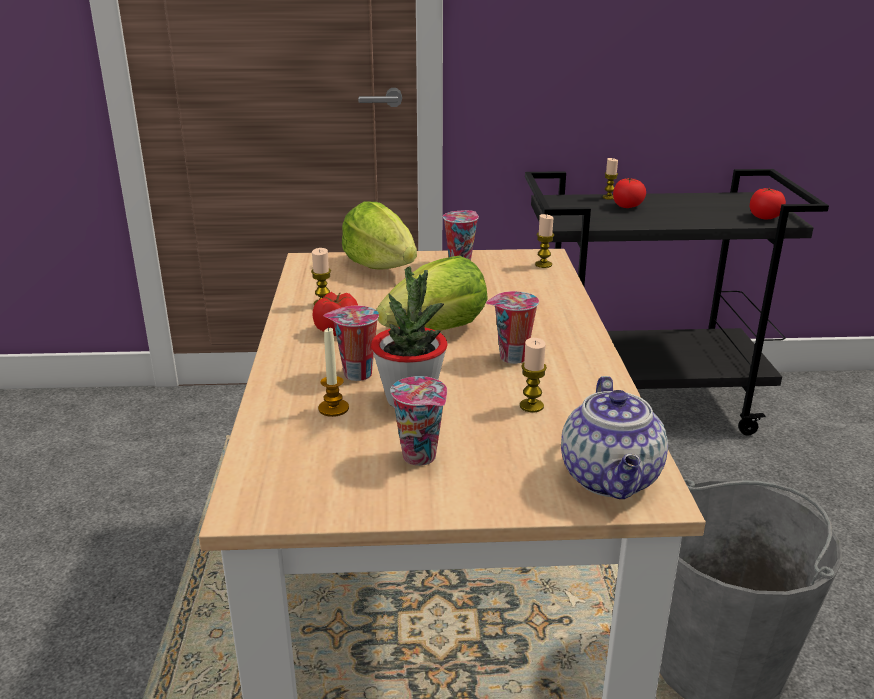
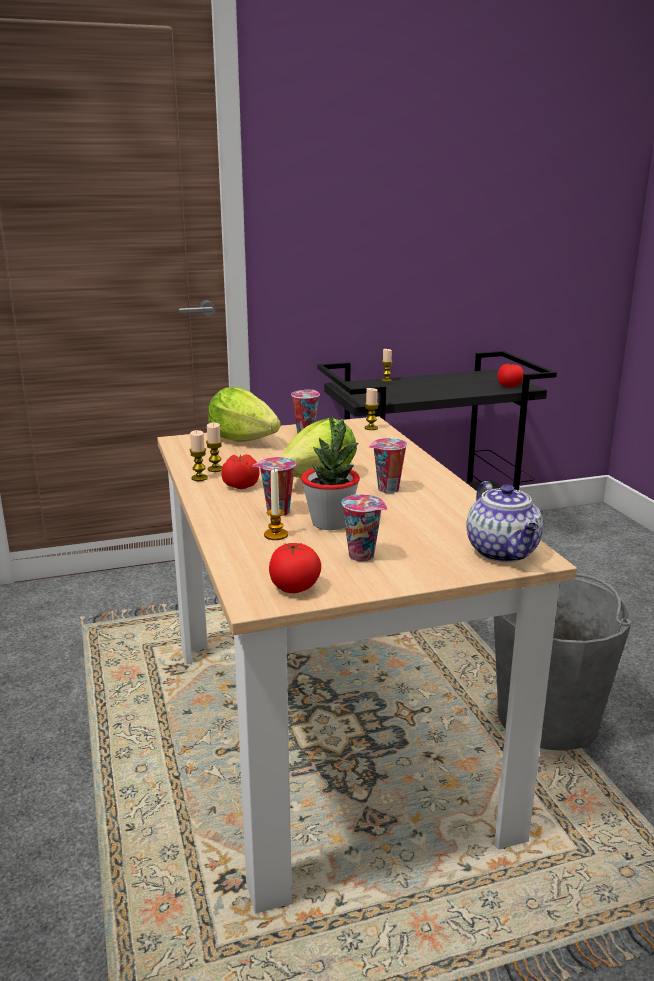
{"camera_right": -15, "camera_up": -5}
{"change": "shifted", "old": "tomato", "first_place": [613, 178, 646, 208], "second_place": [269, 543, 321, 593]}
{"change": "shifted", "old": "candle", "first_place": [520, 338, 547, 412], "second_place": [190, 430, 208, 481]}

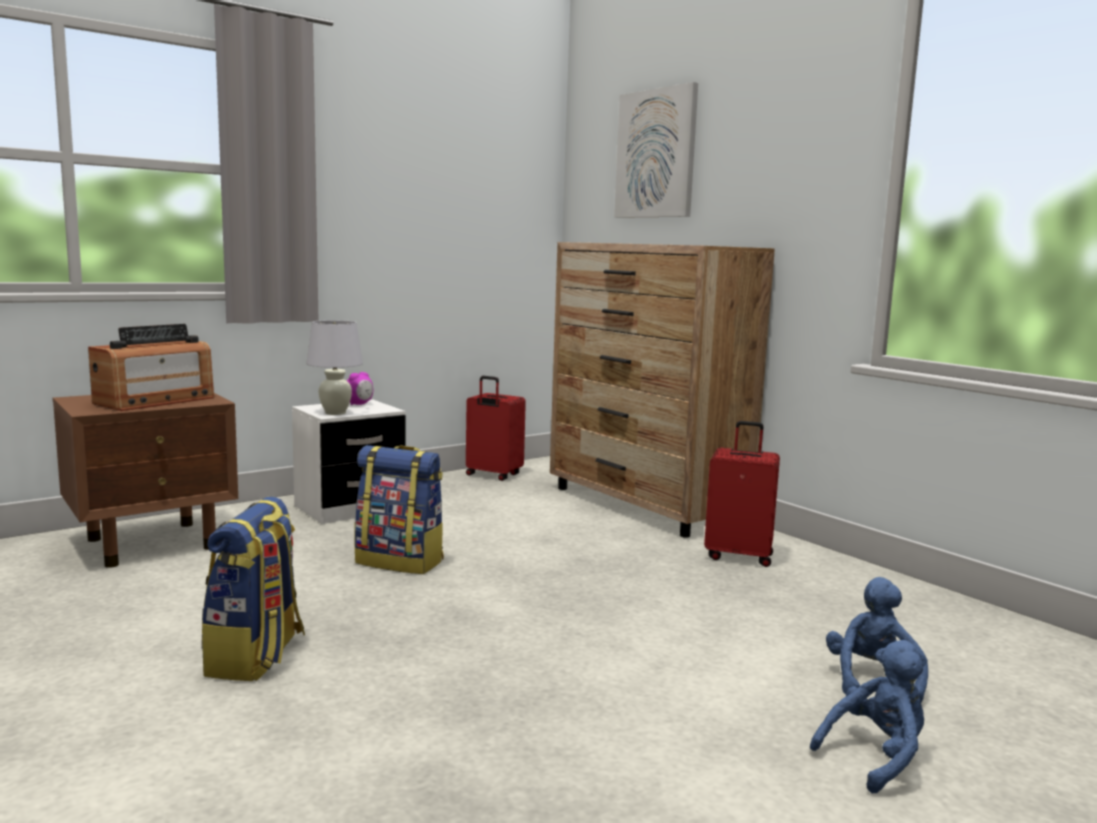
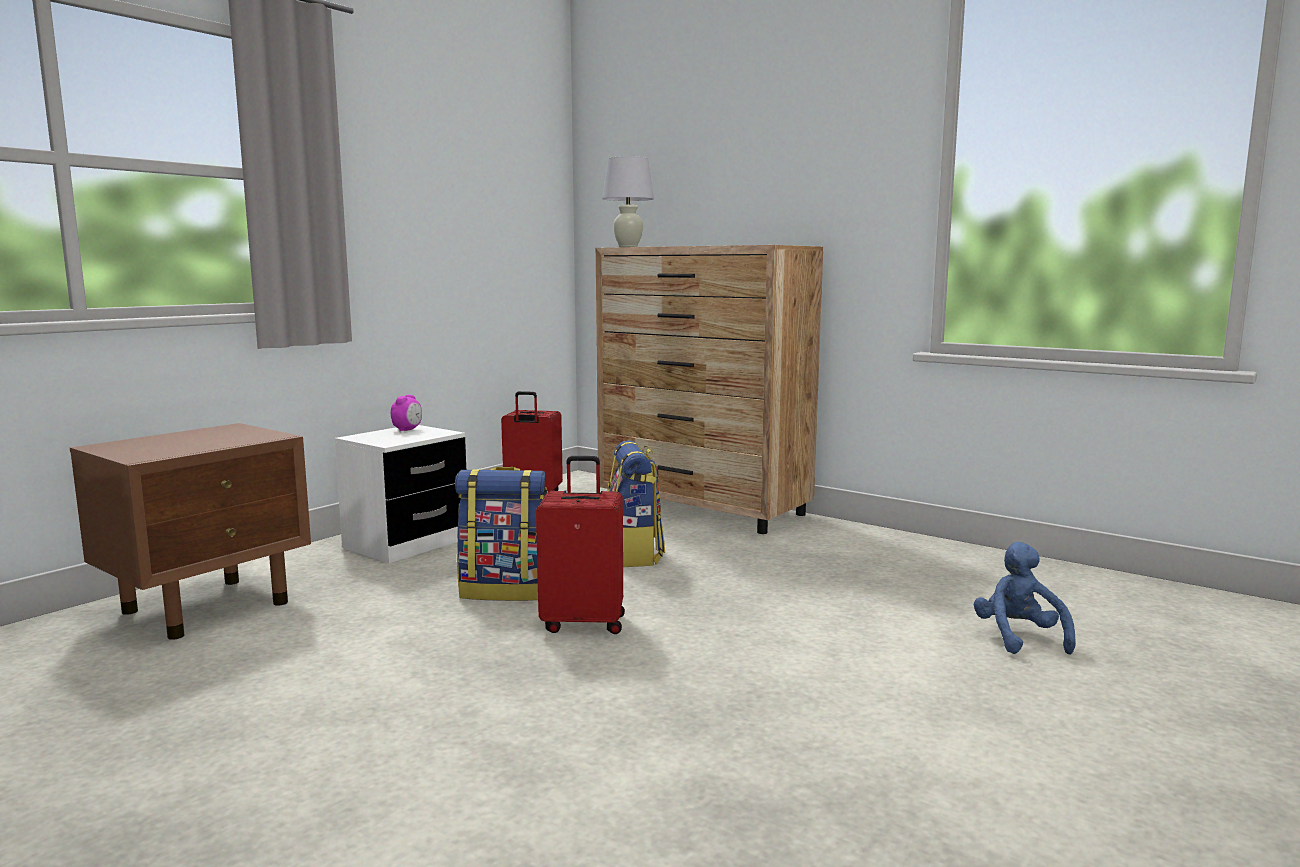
{"camera_right": -15, "camera_up": 0}
{"change": "gone", "old": "wall_art", "first_place": [614, 82, 698, 218]}
{"change": "shifted", "old": "whitish_table_lamp", "first_place": [306, 320, 363, 415], "second_place": [602, 156, 654, 247]}
{"change": "gone", "old": "radio_set", "first_place": [88, 324, 214, 411]}
{"change": "shifted", "old": "reddish_suitcase", "first_place": [704, 421, 780, 567], "second_place": [536, 456, 625, 634]}
{"change": "shifted", "old": "knapsack", "first_place": [201, 497, 305, 681], "second_place": [608, 440, 665, 567]}
{"change": "gone", "old": "bluish_plush_toy", "first_place": [810, 640, 928, 793]}

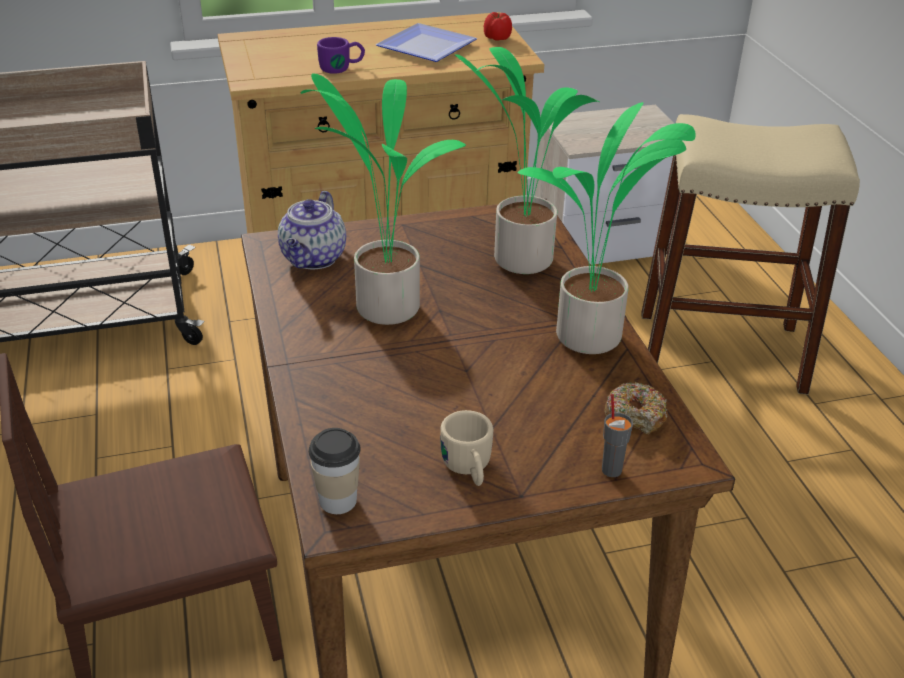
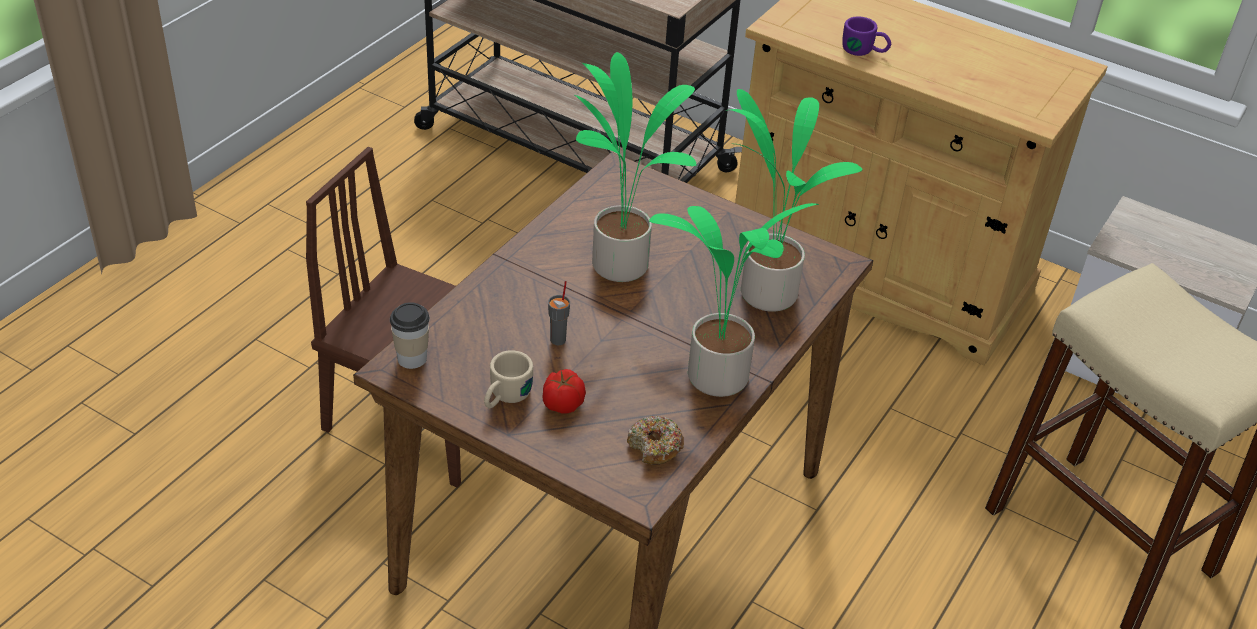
{"camera_right": 45, "camera_up": 5}
{"change": "shifted", "old": "tomato", "first_place": [484, 12, 512, 41], "second_place": [542, 369, 586, 414]}
{"change": "gone", "old": "flat_dish", "first_place": [376, 23, 477, 62]}
{"change": "gone", "old": "tea_pot", "first_place": [278, 191, 346, 269]}
{"change": "shifted", "old": "greyish_drinking_cup", "first_place": [602, 394, 633, 477], "second_place": [548, 281, 570, 345]}

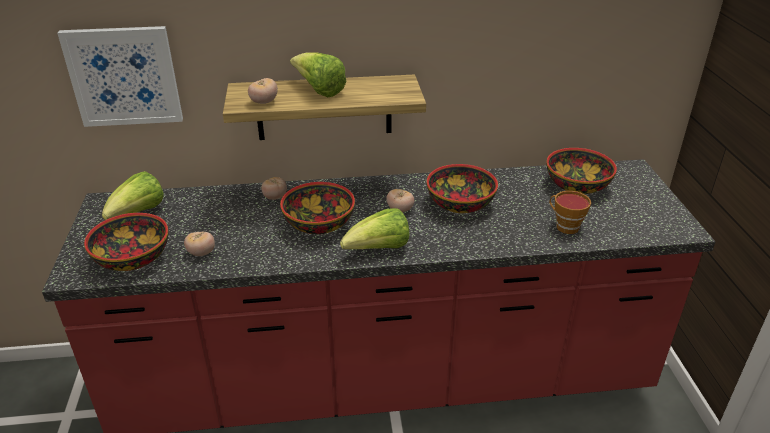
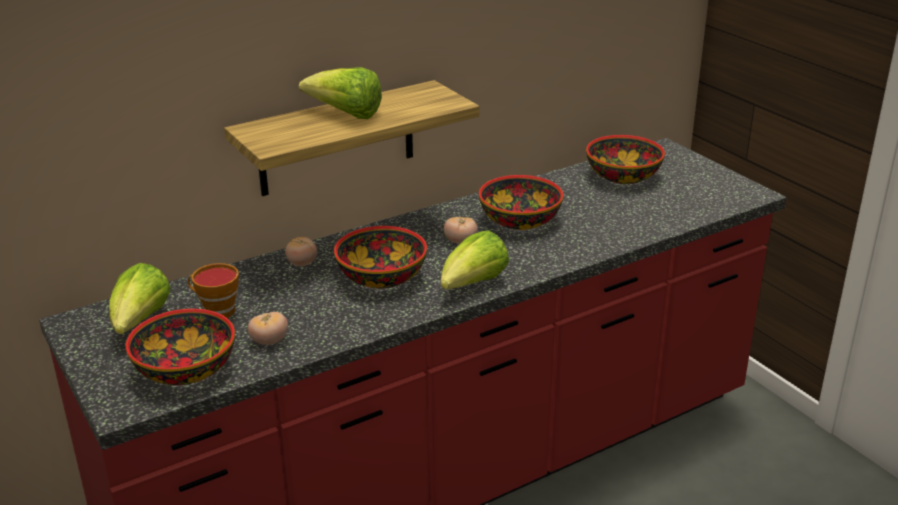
{"camera_right": -25, "camera_up": -5}
{"change": "gone", "old": "wall_art", "first_place": [57, 26, 183, 127]}
{"change": "gone", "old": "tomato", "first_place": [248, 78, 278, 104]}
{"change": "shifted", "old": "drinking_cup", "first_place": [549, 191, 591, 234], "second_place": [188, 263, 239, 318]}

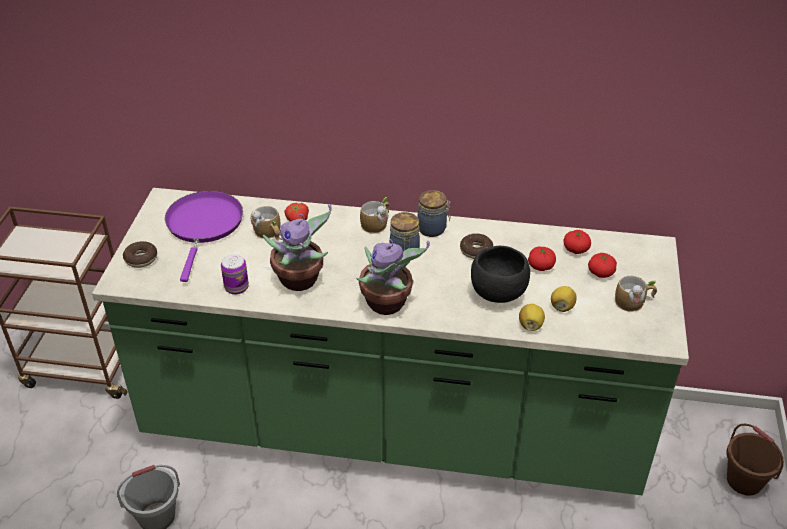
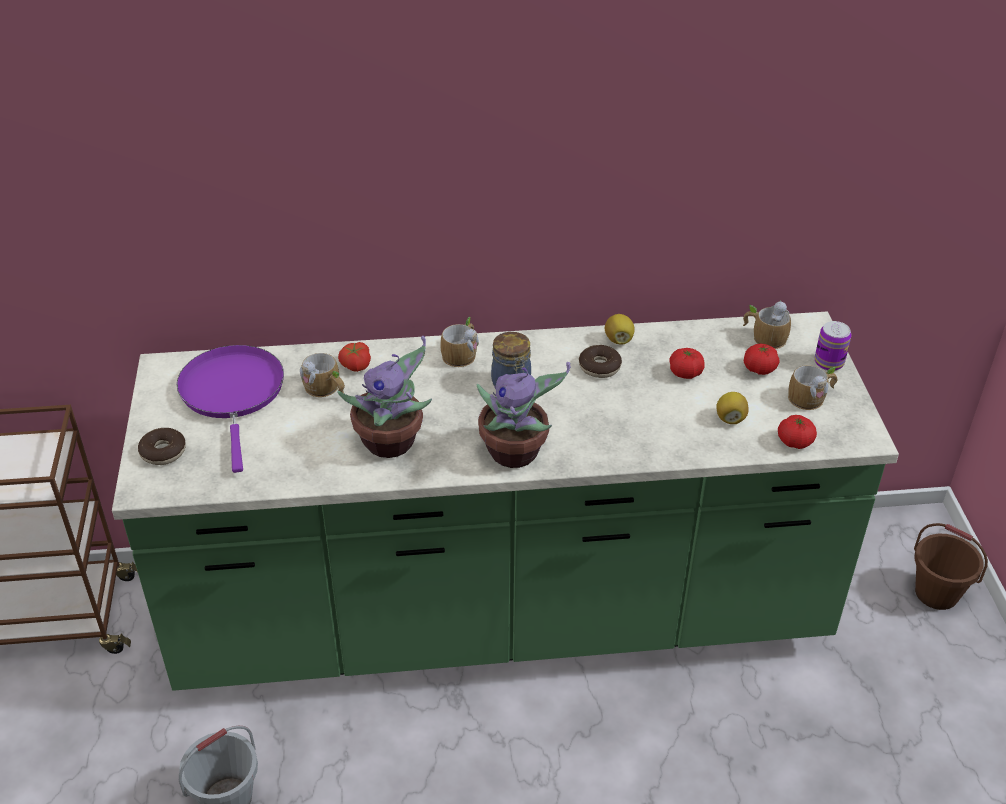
{"camera_right": -15, "camera_up": 0}
{"change": "gone", "old": "jar", "first_place": [417, 190, 450, 237]}
{"change": "shifted", "old": "tomato", "first_place": [563, 230, 591, 254], "second_place": [778, 415, 817, 449]}
{"change": "gone", "old": "black_serving_bowl", "first_place": [471, 246, 530, 303]}
{"change": "shifted", "old": "sealed_can", "first_place": [221, 254, 249, 295], "second_place": [815, 321, 852, 371]}
{"change": "shifted", "old": "whole_lemon", "first_place": [519, 304, 545, 331], "second_place": [605, 314, 635, 344]}
{"change": "new", "new": "mug", "second_place": [743, 300, 791, 349]}

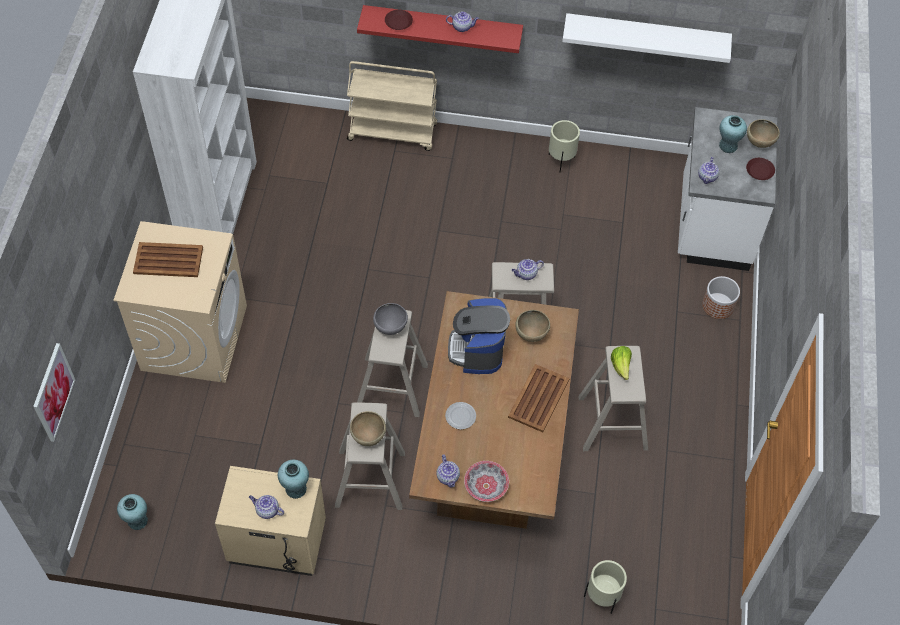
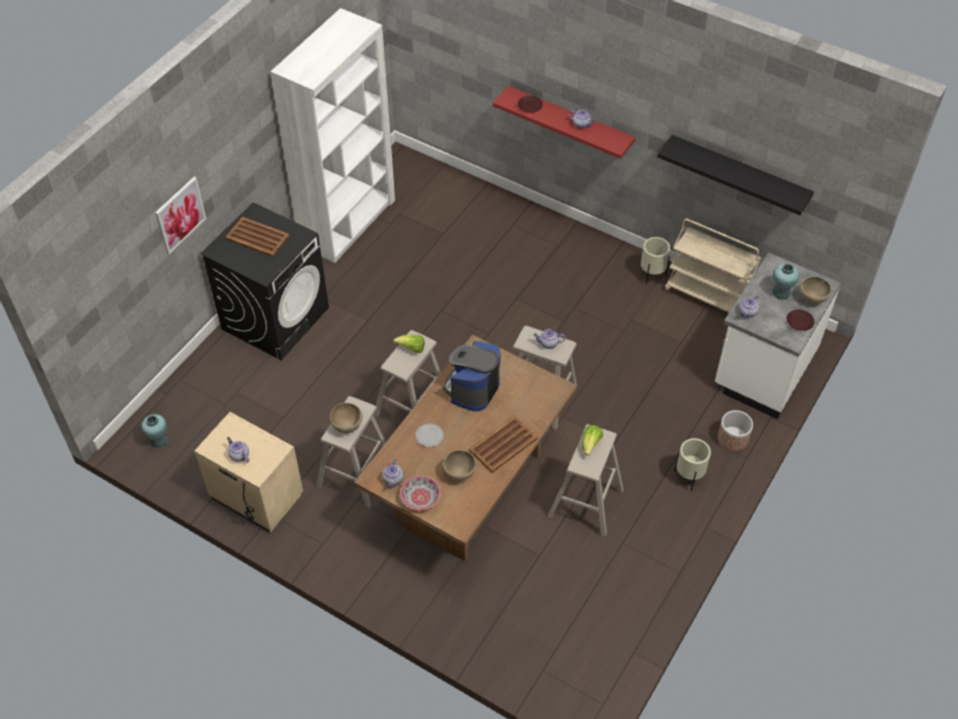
{"camera_right": 25, "camera_up": -5}
{"change": "repainted", "old": "whitish_shelf", "new": "black_shelf", "first_place": [562, 13, 732, 63], "second_place": [657, 135, 814, 215]}
{"change": "shifted", "old": "beige-coloured_trolley", "first_place": [347, 61, 437, 151], "second_place": [663, 219, 761, 314]}
{"change": "repainted", "old": "beige-coloured_laundry_appliance", "new": "black_laundry_appliance", "first_place": [113, 221, 247, 383], "second_place": [200, 202, 329, 360]}
{"change": "swapped", "old": "greyish_serving_bowl", "new": "head_of_lettuce", "first_place": [373, 303, 408, 335], "second_place": [393, 335, 425, 353]}
{"change": "shifted", "old": "brownish_serving_bowl", "first_place": [515, 310, 550, 342], "second_place": [443, 450, 476, 481]}
{"change": "shifted", "old": "wall_art", "first_place": [33, 343, 75, 442], "second_place": [155, 177, 206, 254]}
{"change": "gone", "old": "turquoise_decorative_vase", "first_place": [278, 459, 309, 499]}
{"change": "shifted", "old": "beige-coloured_plant_pot", "first_place": [584, 560, 627, 614], "second_place": [674, 438, 711, 491]}

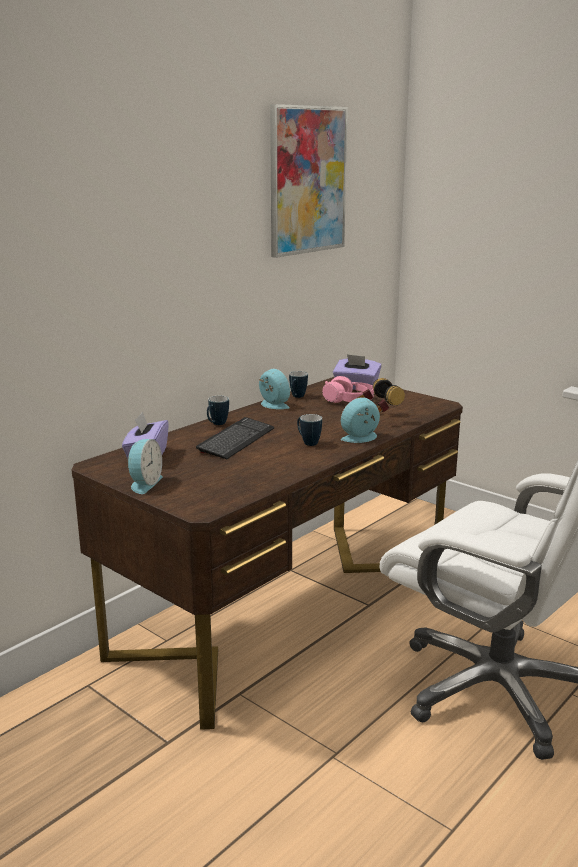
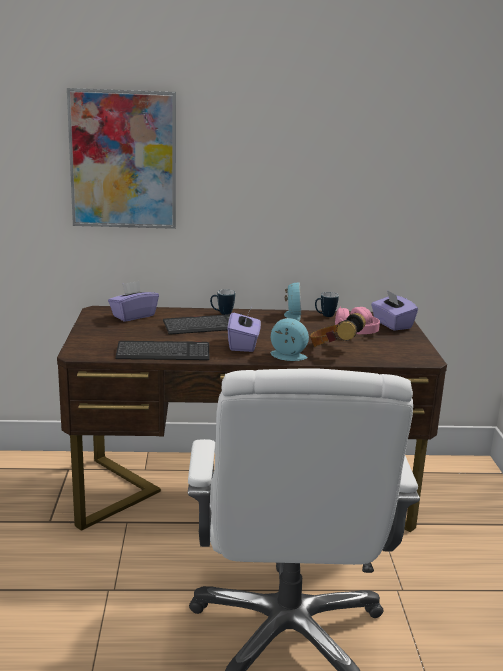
{"camera_right": 45, "camera_up": 0}
{"change": "shifted", "old": "wall_art", "first_place": [270, 104, 348, 258], "second_place": [67, 88, 176, 229]}
{"change": "swapped", "old": "mug", "new": "purple-coloured_tissue_box", "first_place": [297, 414, 322, 446], "second_place": [228, 308, 261, 352]}
{"change": "gone", "old": "table_clock", "first_place": [128, 439, 163, 494]}
{"change": "new", "new": "computer_keyboard", "second_place": [115, 341, 209, 360]}

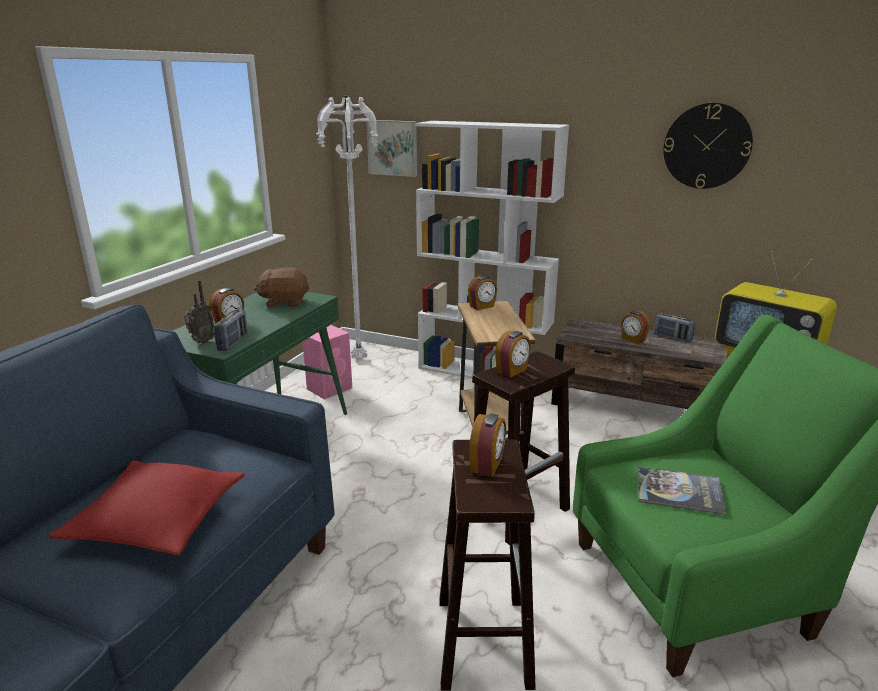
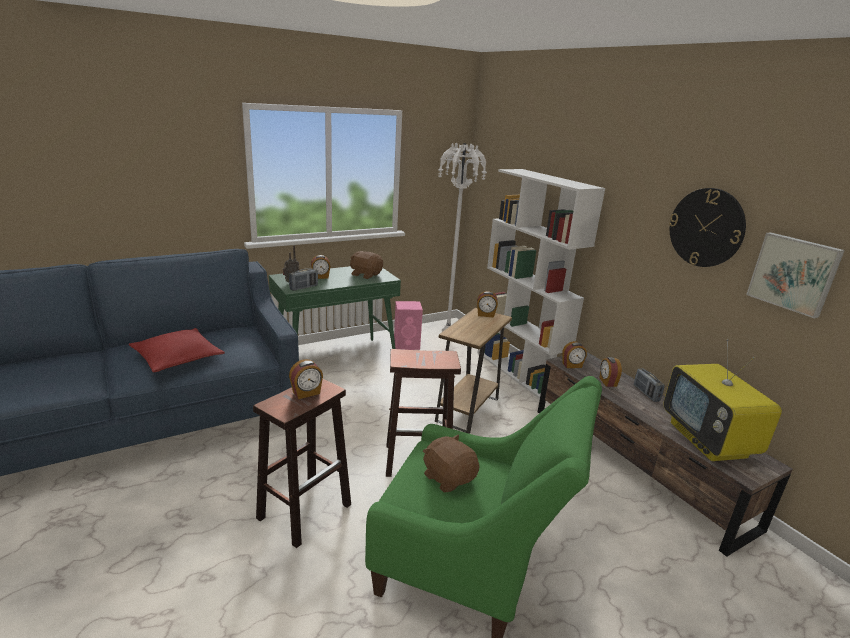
{"camera_right": 35, "camera_up": 0}
{"change": "shifted", "old": "wall_art", "first_place": [366, 120, 417, 177], "second_place": [746, 232, 845, 319]}
{"change": "shifted", "old": "table_clock", "first_place": [495, 331, 531, 378], "second_place": [563, 341, 587, 368]}
{"change": "swapped", "old": "volume", "new": "brownish_plush_toy", "first_place": [638, 466, 727, 515], "second_place": [423, 434, 480, 493]}

